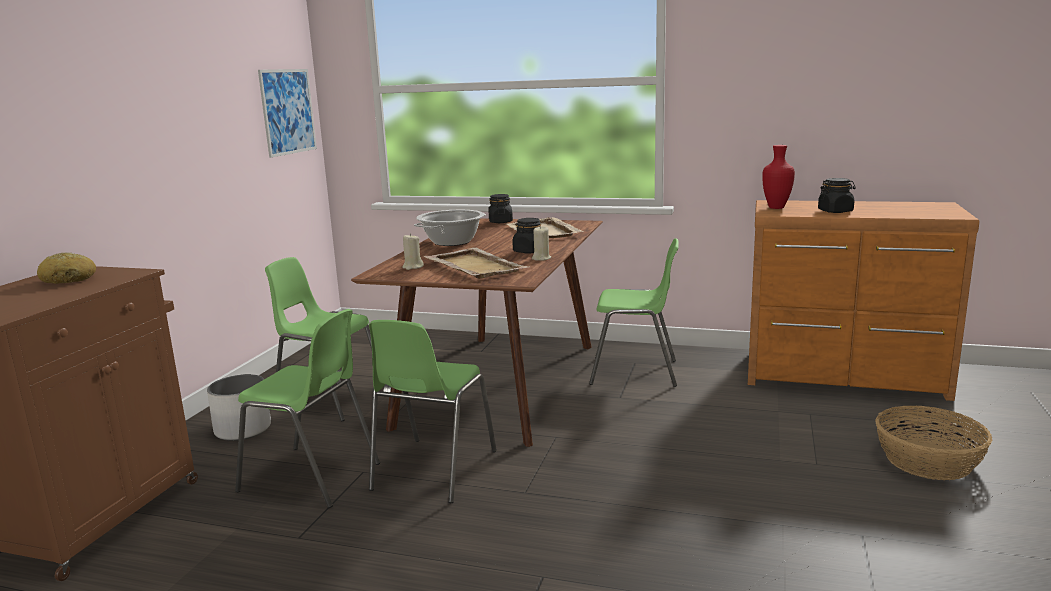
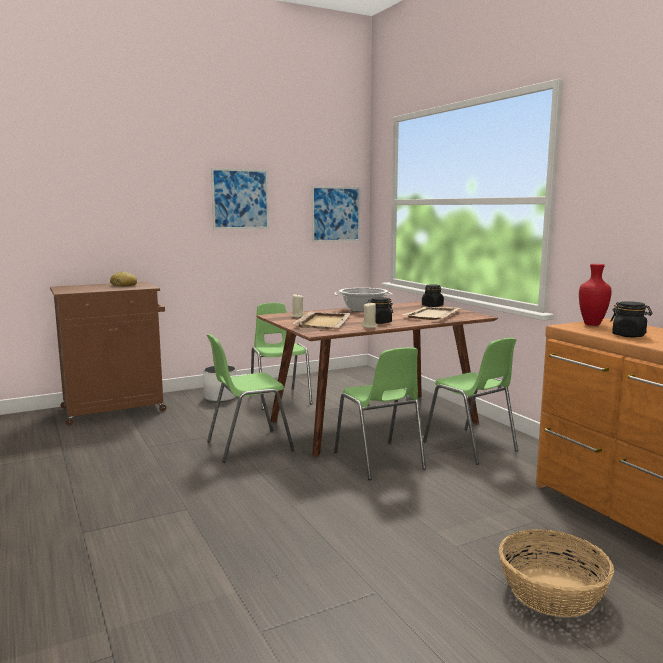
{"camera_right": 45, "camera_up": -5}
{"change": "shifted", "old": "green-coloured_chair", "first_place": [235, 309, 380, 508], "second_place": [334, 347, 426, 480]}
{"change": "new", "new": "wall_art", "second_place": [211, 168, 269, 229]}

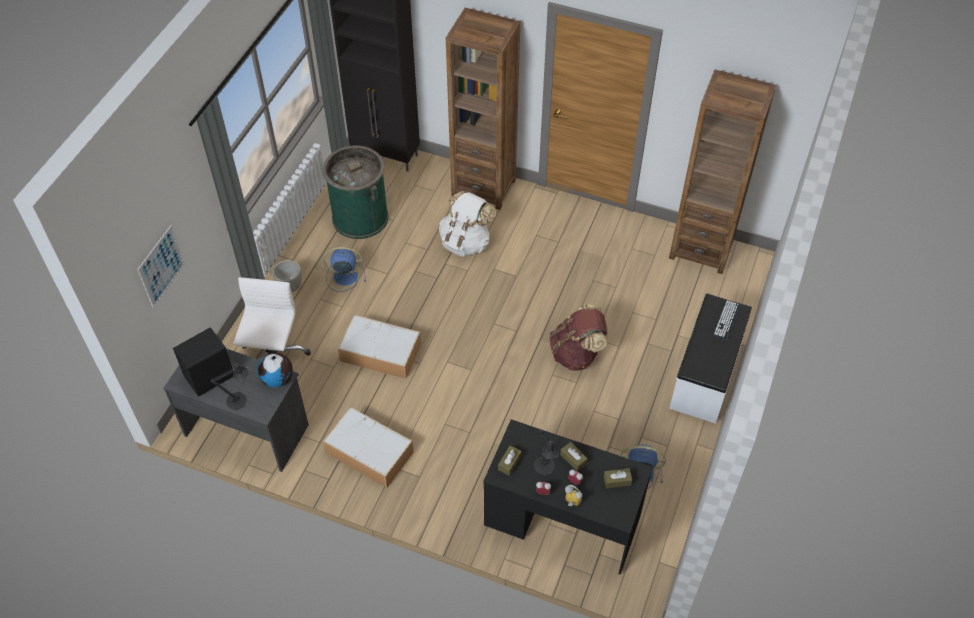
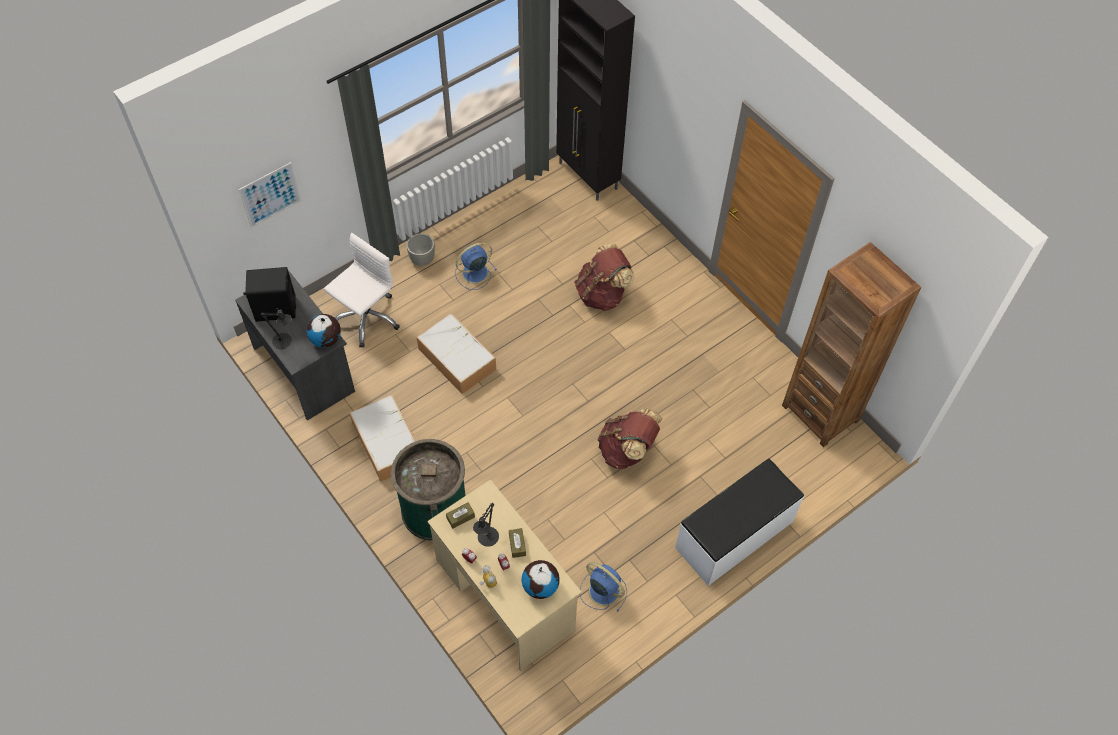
{"camera_right": 30, "camera_up": 5}
{"change": "gone", "old": "brownish_bookshelf", "first_place": [446, 8, 520, 210]}
{"change": "shifted", "old": "green-coloured_waste_bin", "first_place": [323, 145, 389, 239], "second_place": [391, 439, 466, 541]}
{"change": "repainted", "old": "whitish_knapsack", "new": "brownish_knapsack", "first_place": [439, 191, 496, 257], "second_place": [574, 244, 634, 311]}
{"change": "rotated", "old": "bluish_fan", "first_place": [323, 247, 366, 292], "second_place": [455, 242, 497, 290], "degrees": -60}
{"change": "gone", "old": "computer_keyboard", "first_place": [712, 300, 740, 340]}
{"change": "repainted", "old": "black_desk_unit", "new": "beige-coloured_desk_unit", "first_place": [483, 419, 653, 575], "second_place": [427, 479, 582, 671]}
{"change": "swapped", "old": "brownish_tissue_box", "new": "desk_globe", "first_place": [604, 468, 632, 488], "second_place": [521, 560, 560, 599]}

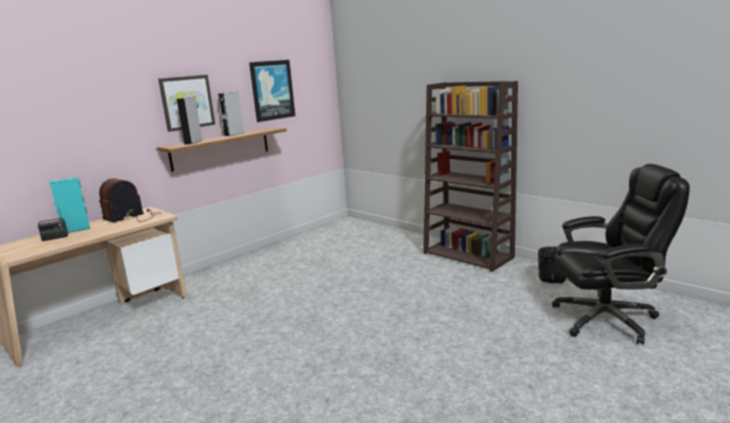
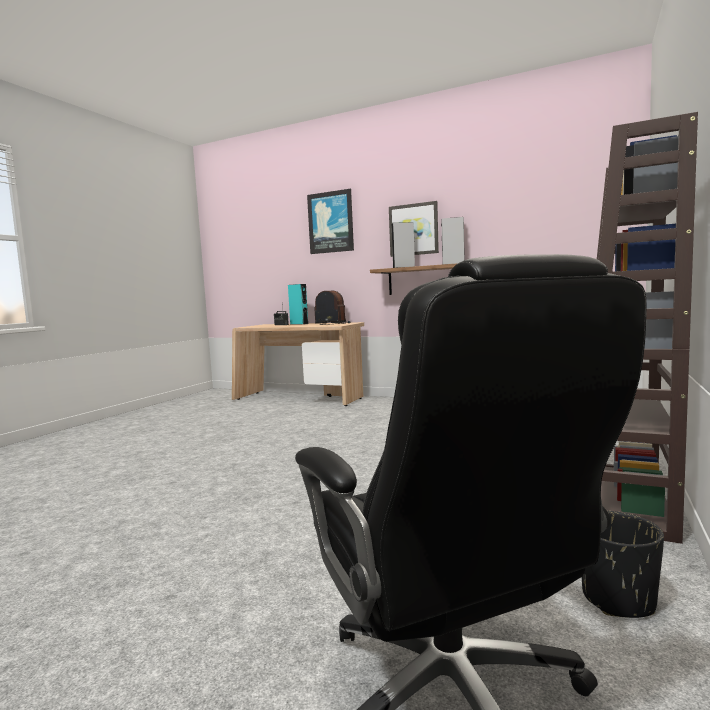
{"camera_right": 70, "camera_up": -10}
{"change": "shifted", "old": "wall_art", "first_place": [249, 60, 295, 122], "second_place": [307, 189, 354, 254]}

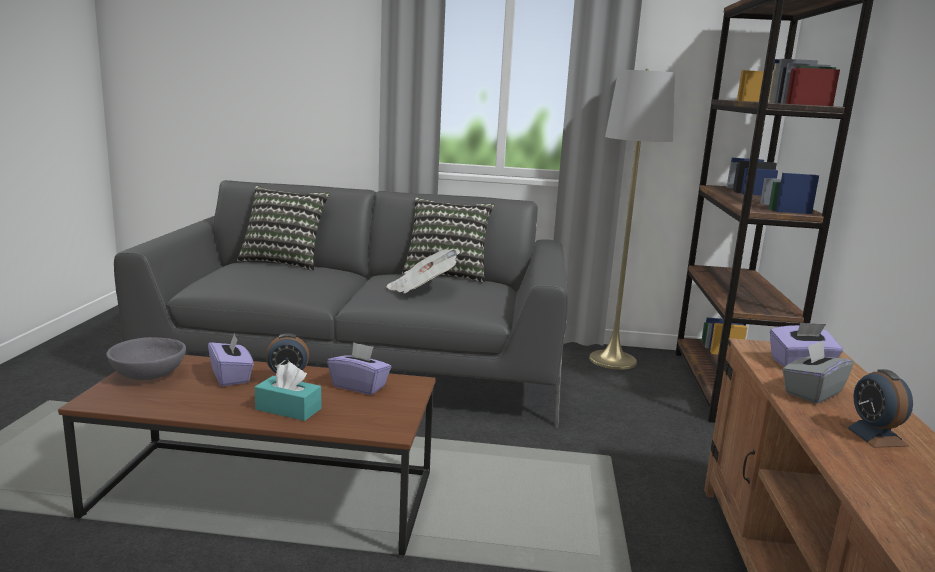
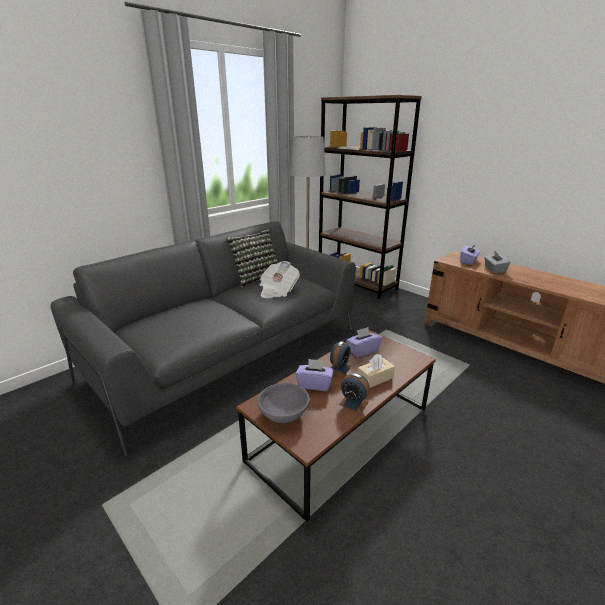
{"camera_right": -50, "camera_up": 10}
{"change": "gone", "old": "cushion", "first_place": [237, 186, 330, 271]}
{"change": "repainted", "old": "turquoise_tissue_box", "new": "beige-coloured_tissue_box", "first_place": [255, 362, 321, 421], "second_place": [358, 354, 395, 388]}
{"change": "shifted", "old": "table_clock", "first_place": [842, 369, 913, 448], "second_place": [339, 373, 370, 413]}

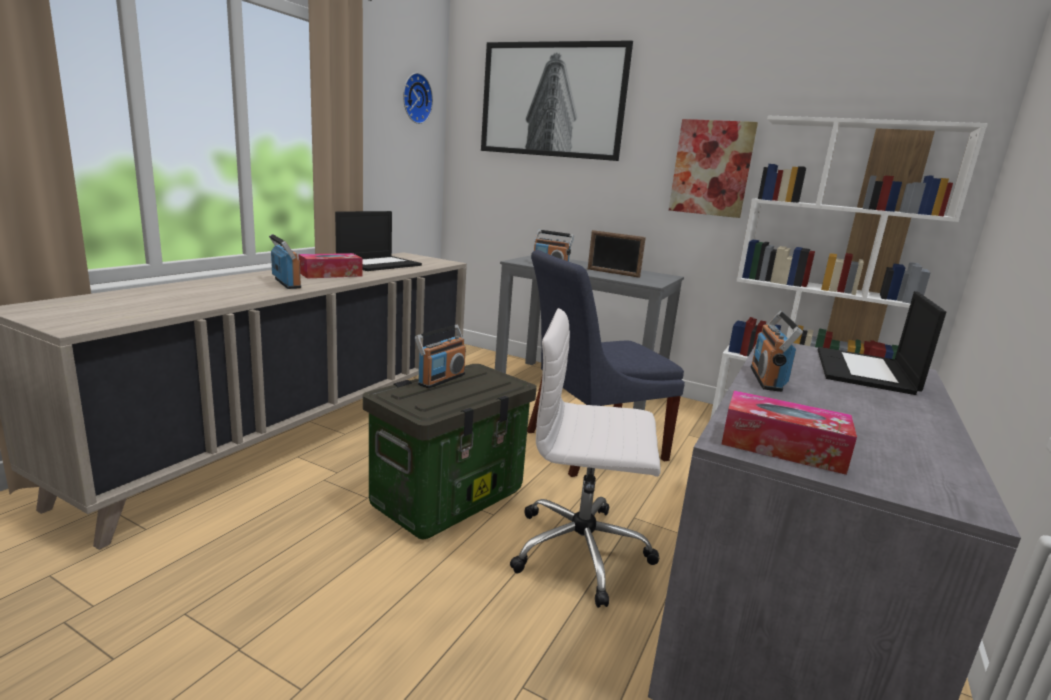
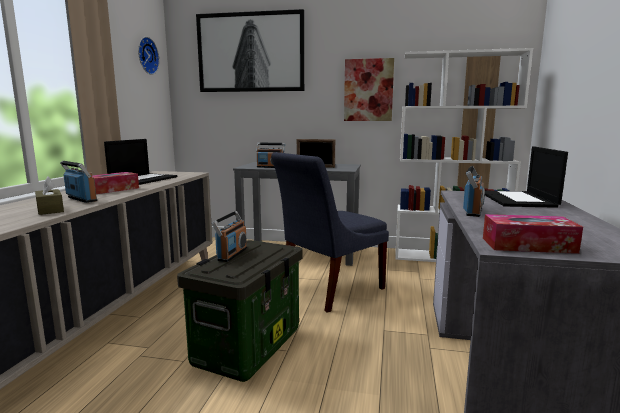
{"camera_right": -15, "camera_up": -5}
{"change": "gone", "old": "whitish_computer_chair", "first_place": [510, 308, 661, 608]}
{"change": "rotated", "old": "radio_set", "first_place": [751, 311, 803, 392], "second_place": [463, 166, 485, 217], "degrees": -150}
{"change": "new", "new": "brownish_tissue_box", "second_place": [35, 176, 64, 215]}

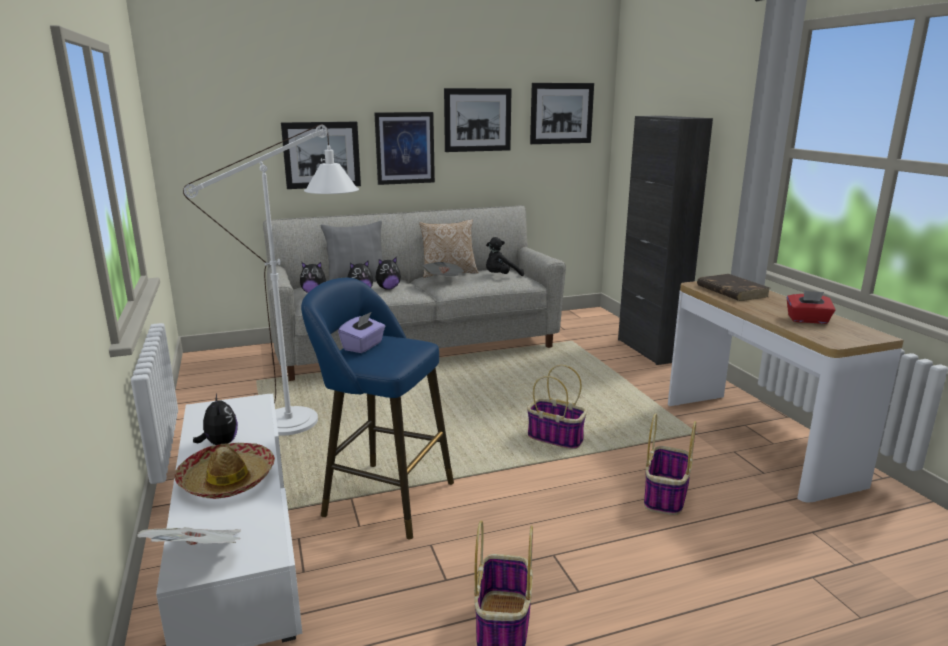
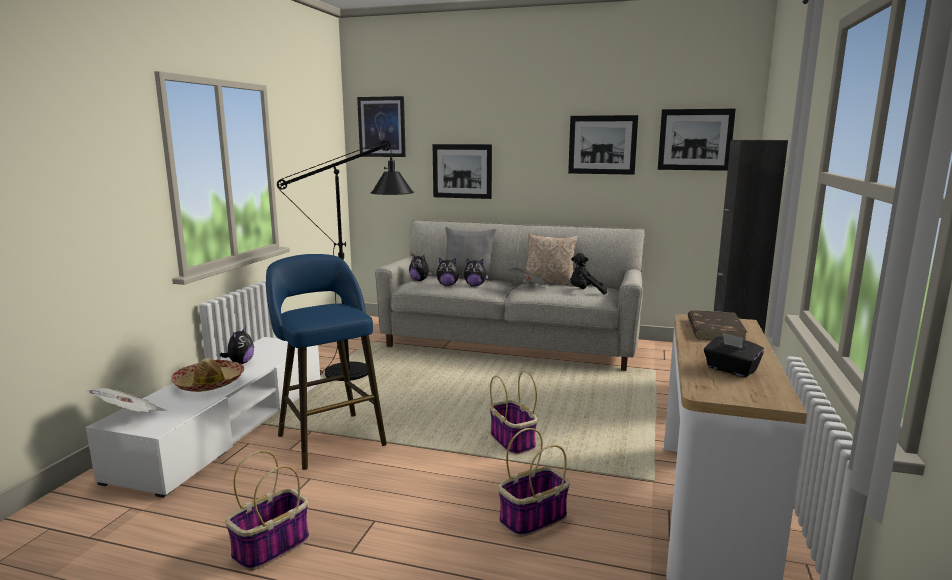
{"camera_right": 35, "camera_up": -5}
{"change": "shifted", "old": "wall_art", "first_place": [374, 112, 435, 185], "second_place": [357, 96, 406, 157]}
{"change": "repainted", "old": "whitish_standard_lamp", "new": "black_standard_lamp", "first_place": [183, 124, 359, 436], "second_place": [277, 140, 414, 381]}
{"change": "repainted", "old": "reddish_tissue_box", "new": "black_tissue_box", "first_place": [787, 291, 836, 324], "second_place": [704, 332, 764, 377]}
{"change": "gone", "old": "purple-coloured_tissue_box", "first_place": [338, 312, 385, 353]}

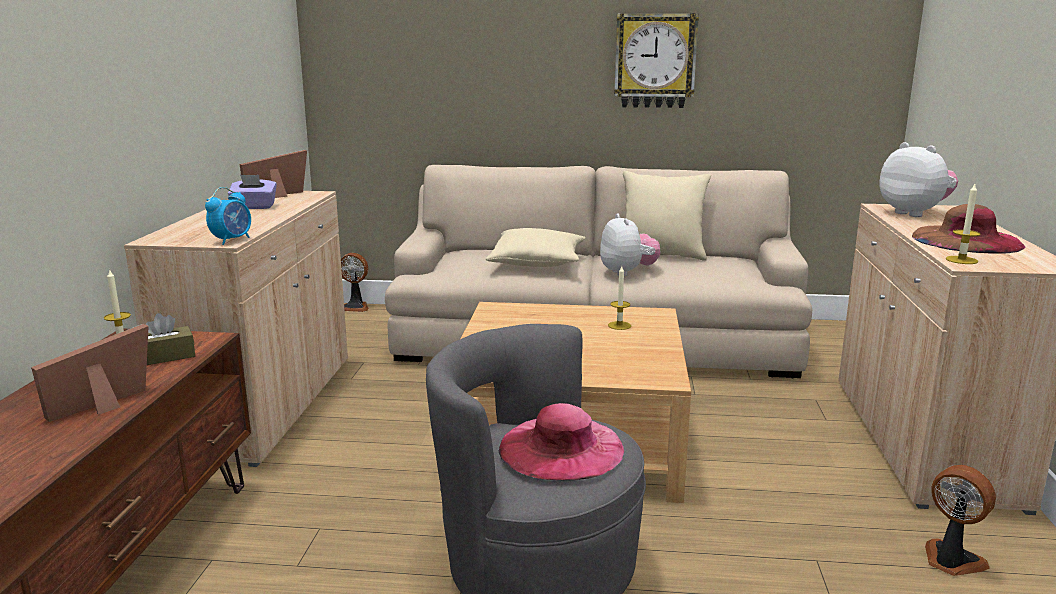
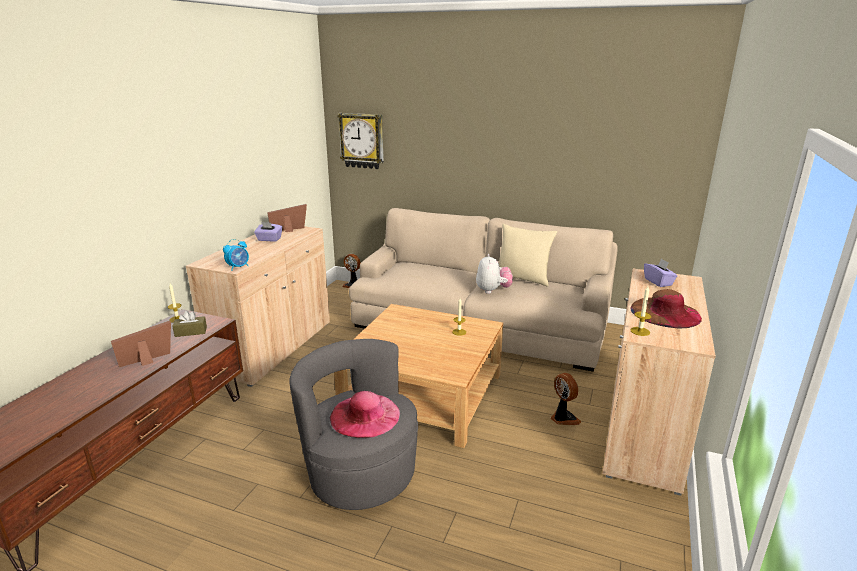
{"camera_right": 15, "camera_up": 5}
{"change": "shifted", "old": "wall_clock", "first_place": [614, 13, 699, 108], "second_place": [337, 113, 384, 169]}
{"change": "swapped", "old": "plush_toy", "new": "purple-coloured_tissue_box", "first_place": [880, 142, 958, 217], "second_place": [644, 258, 678, 287]}
{"change": "gone", "old": "beige-coloured_cushion", "first_place": [486, 228, 586, 267]}
{"change": "shifted", "old": "fan", "first_place": [925, 465, 996, 576], "second_place": [551, 373, 581, 425]}

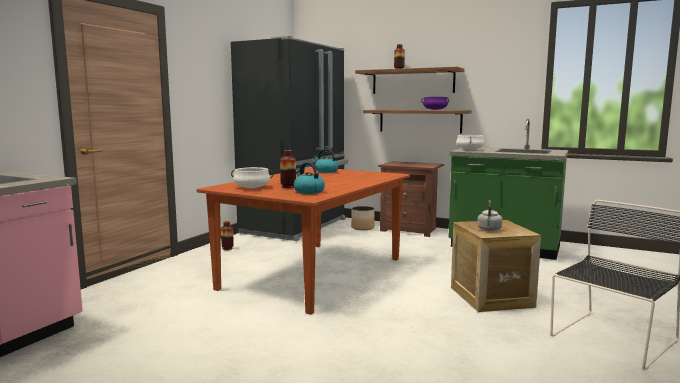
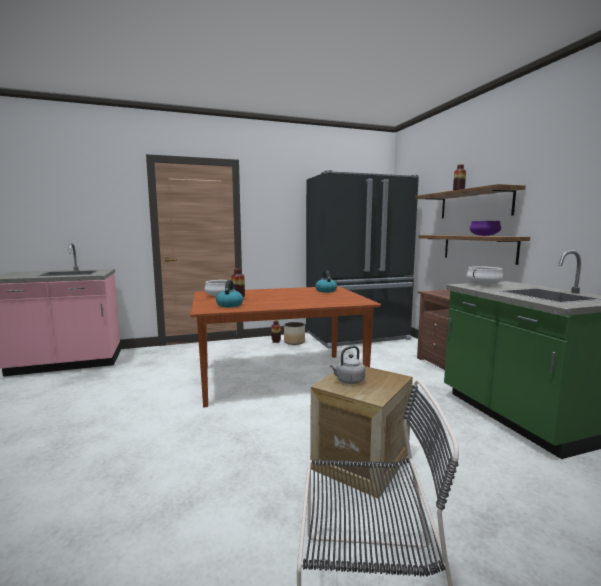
{"camera_right": 45, "camera_up": 0}
{"change": "shifted", "old": "plant_pot", "first_place": [351, 206, 375, 230], "second_place": [284, 322, 305, 345]}

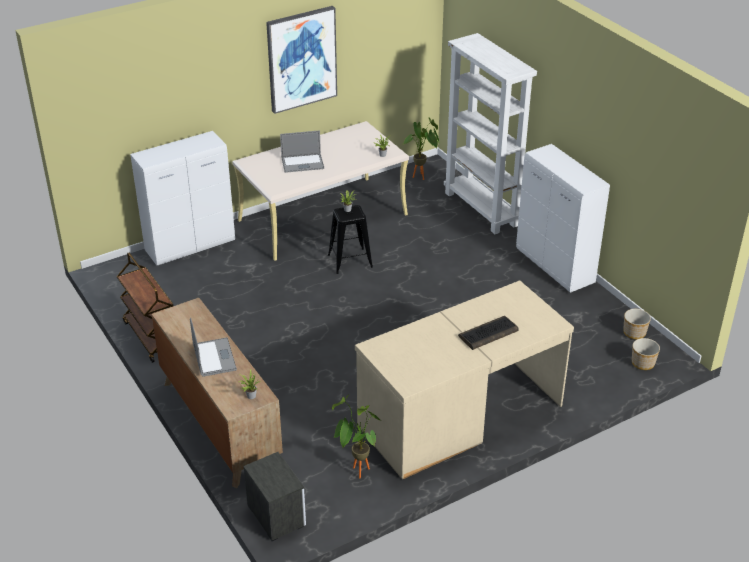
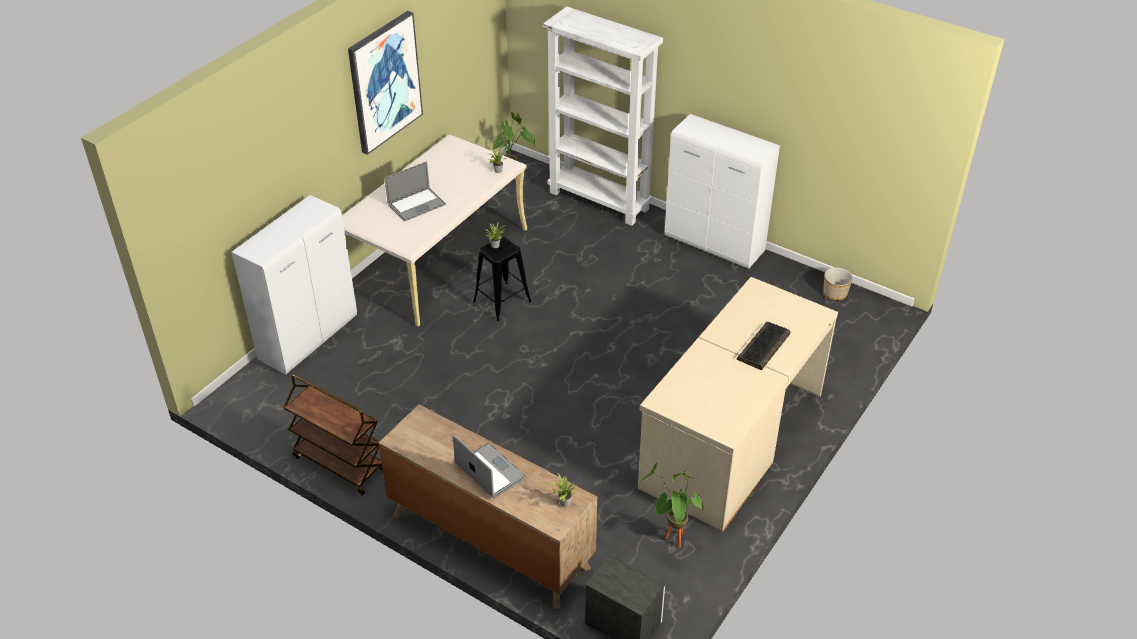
{"camera_right": -25, "camera_up": 5}
{"change": "gone", "old": "plant_pot", "first_place": [632, 338, 660, 370]}

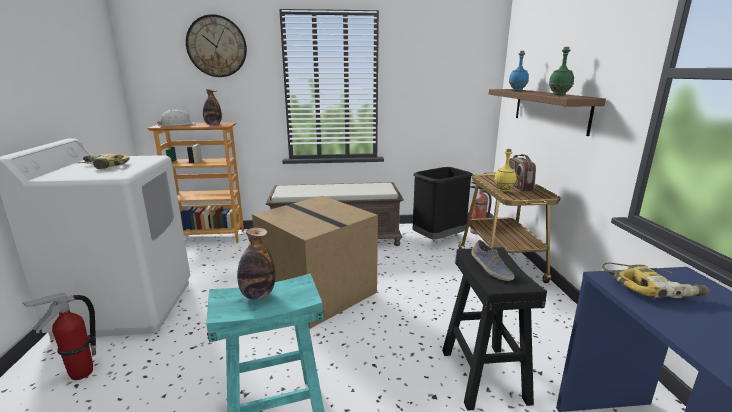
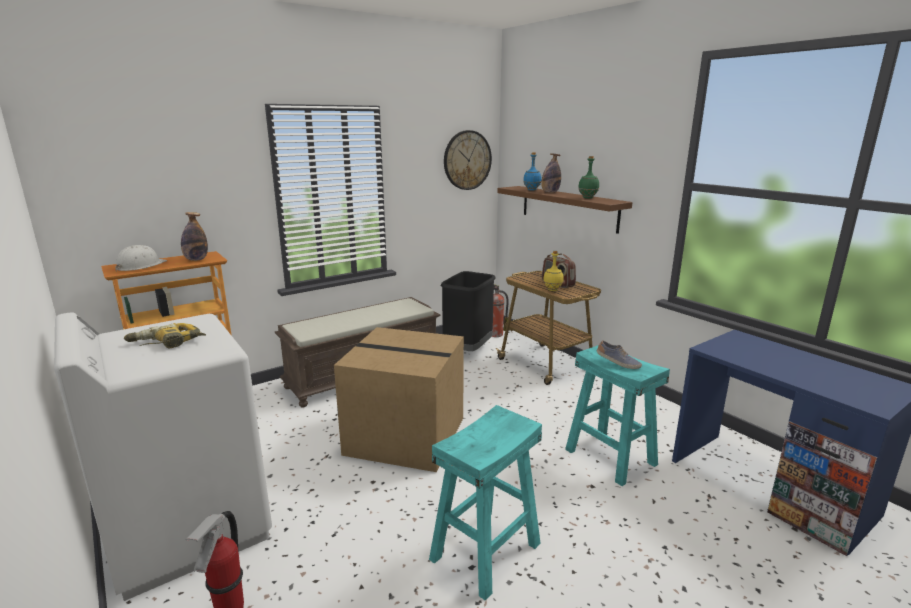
{"camera_right": -30, "camera_up": 0}
{"change": "shifted", "old": "wall_clock", "first_place": [186, 14, 247, 77], "second_place": [444, 130, 492, 190]}
{"change": "shifted", "old": "bottle", "first_place": [237, 227, 275, 300], "second_place": [541, 153, 561, 193]}
{"change": "repainted", "old": "black_stool", "new": "turquoise_stool", "first_place": [442, 247, 547, 411], "second_place": [565, 345, 670, 486]}
{"change": "gone", "old": "electric_drill", "first_place": [602, 262, 710, 298]}

